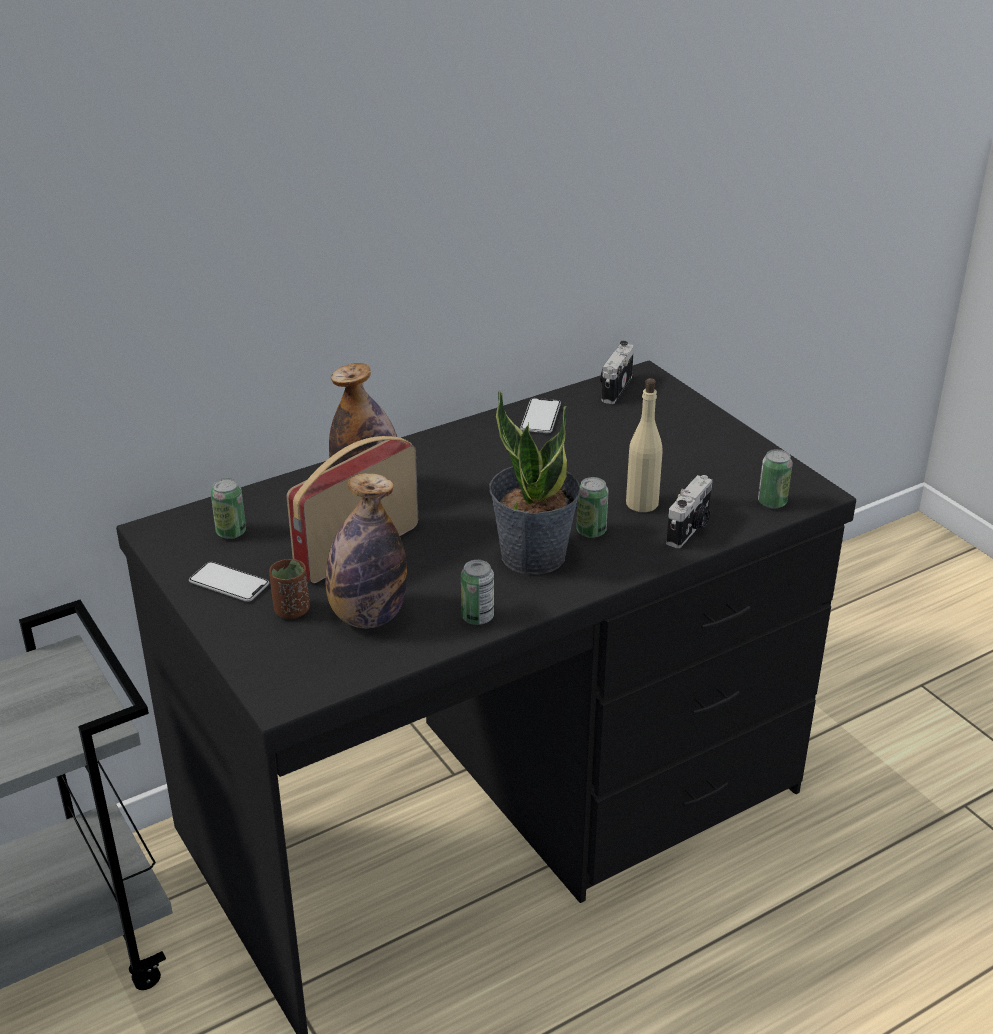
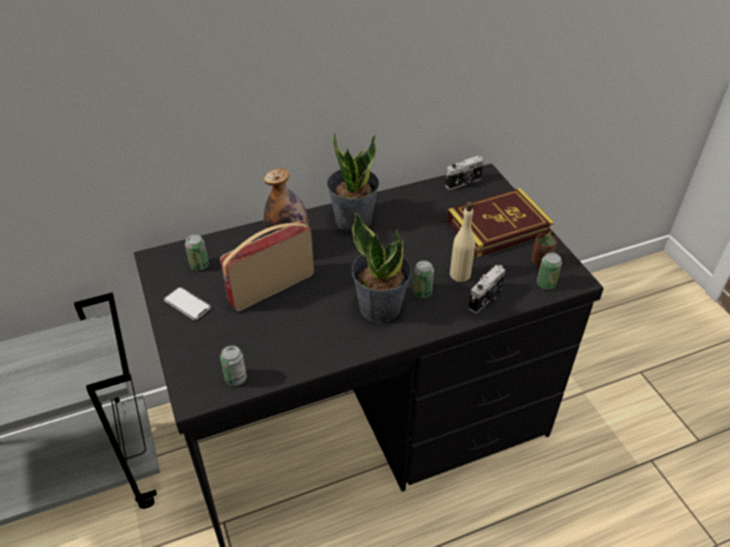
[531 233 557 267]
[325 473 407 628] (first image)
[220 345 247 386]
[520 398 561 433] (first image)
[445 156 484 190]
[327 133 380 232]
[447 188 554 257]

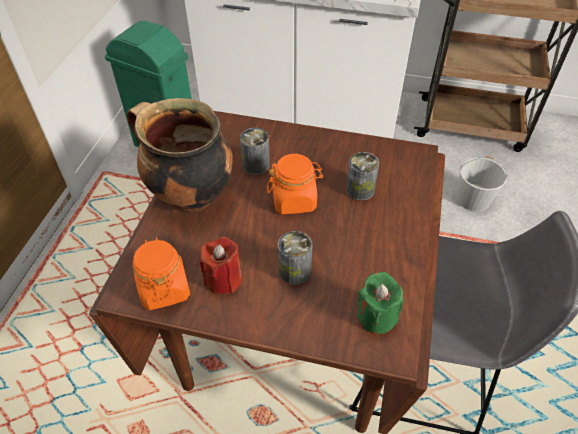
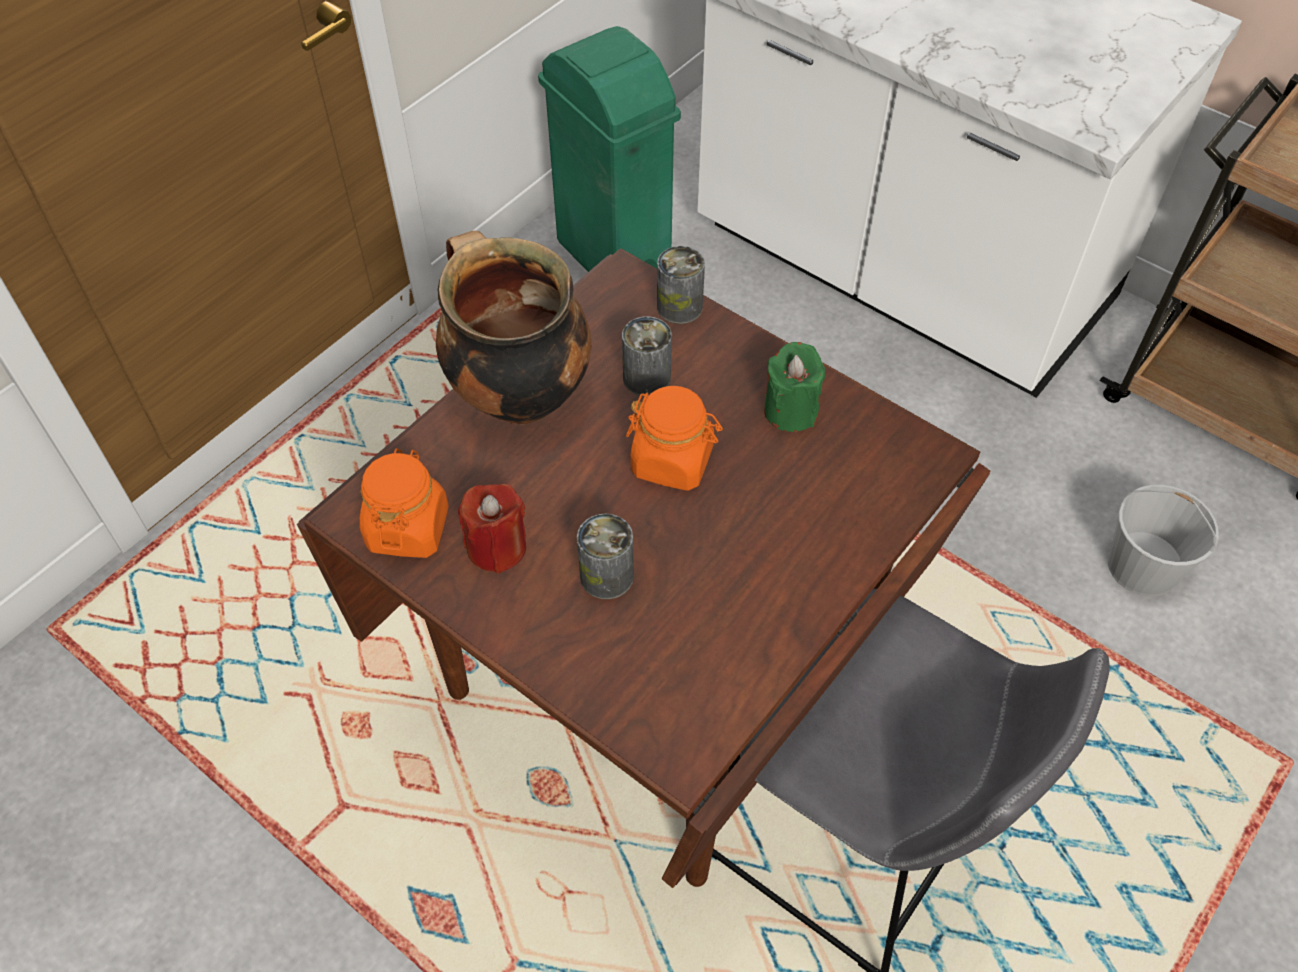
[657 246 705 324]
[764 342 825 432]

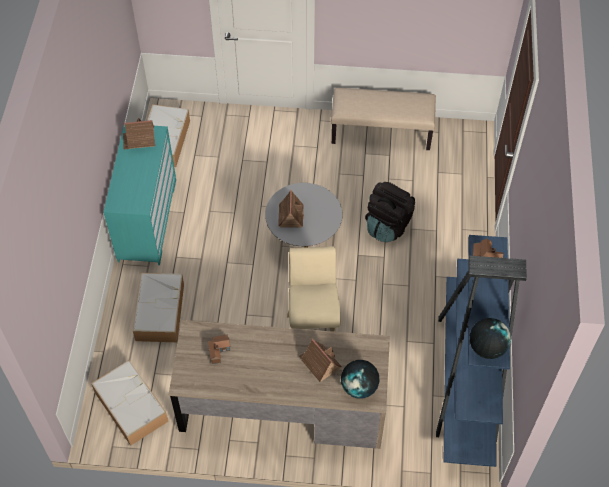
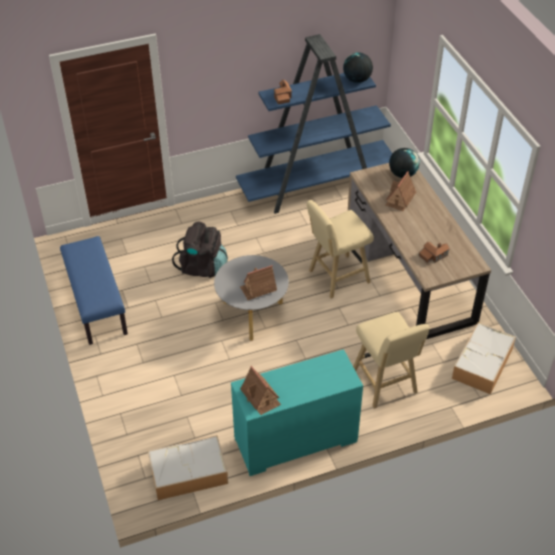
[353 312 429 409]
[60 236 128 345]

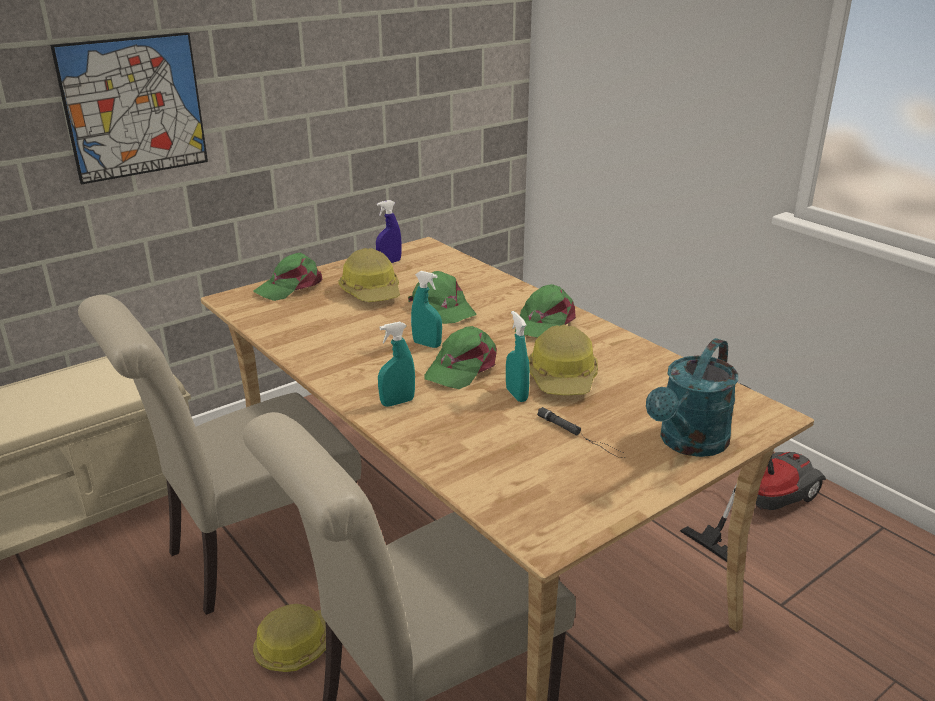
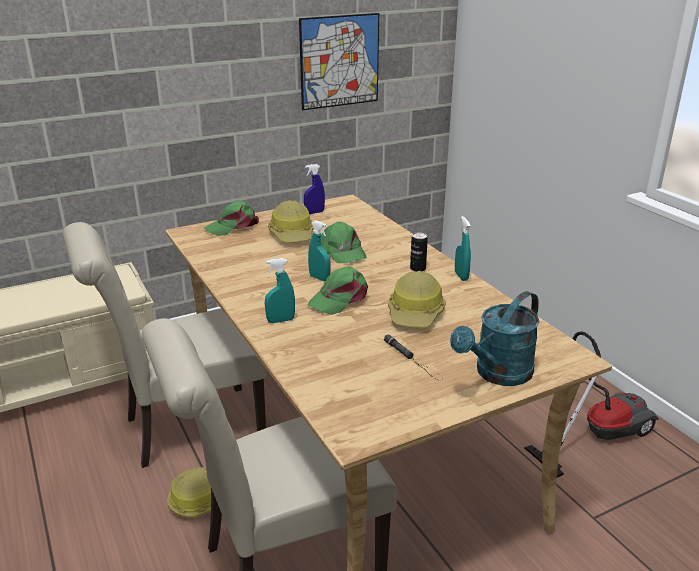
[299 13 379 110]
[455 216 471 281]
[410 232 428 272]

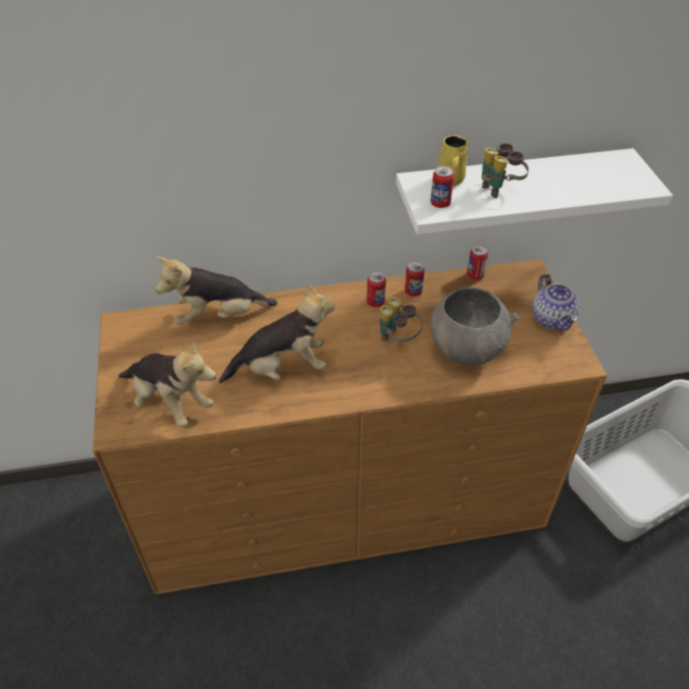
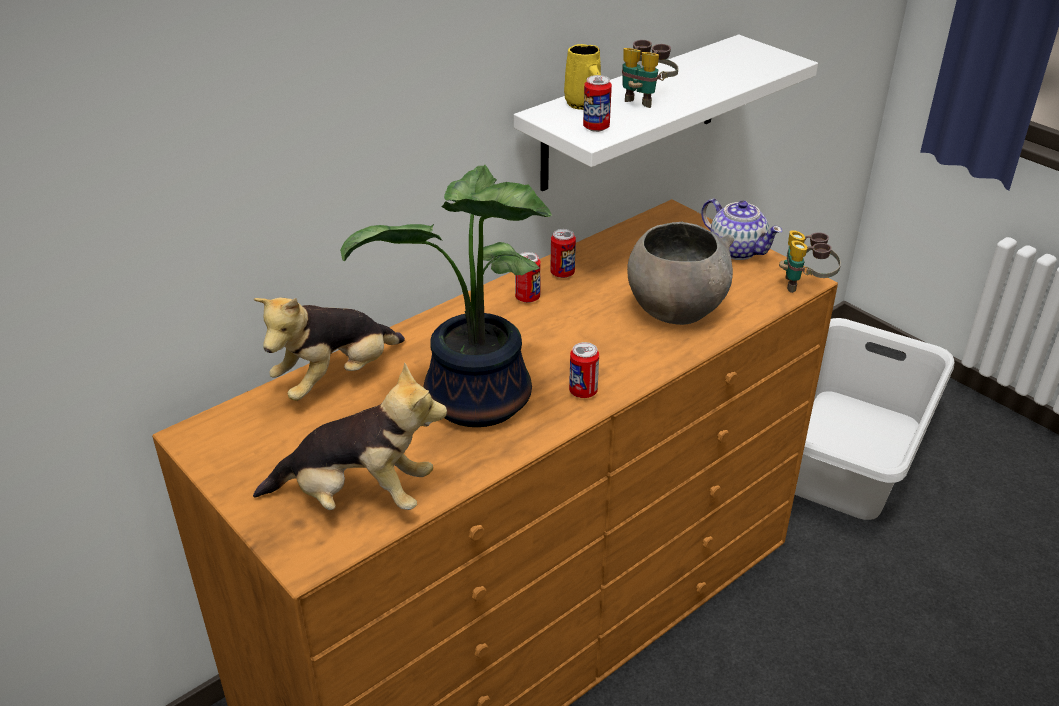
[340 165 552 427]
[779 230 841 293]
[569 342 599 398]

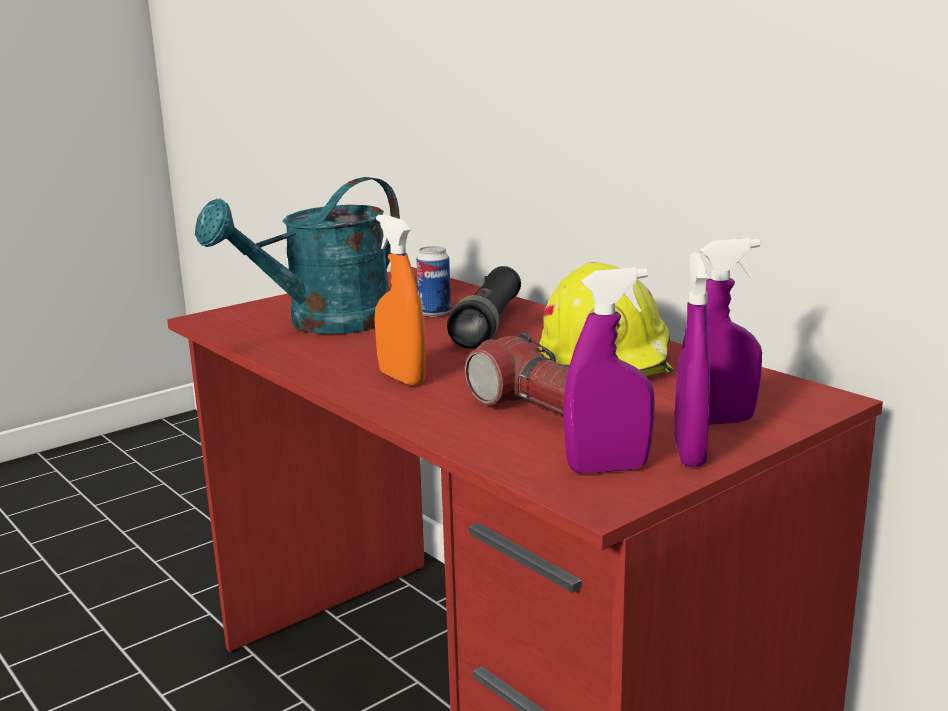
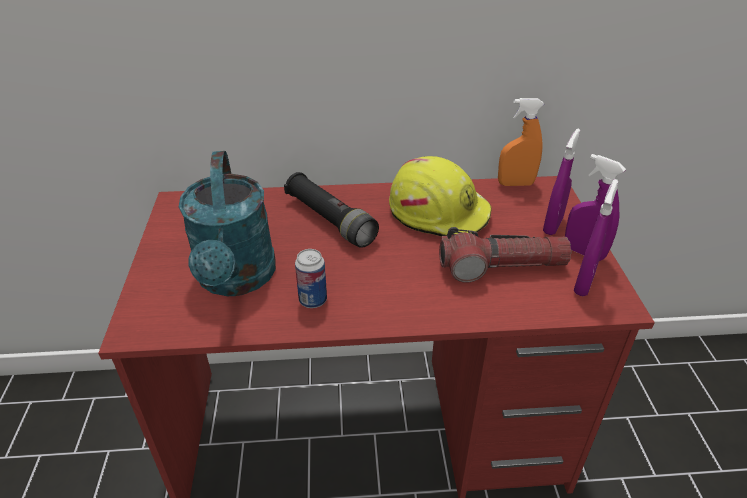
[498 98 544 186]
[295 249 327 308]

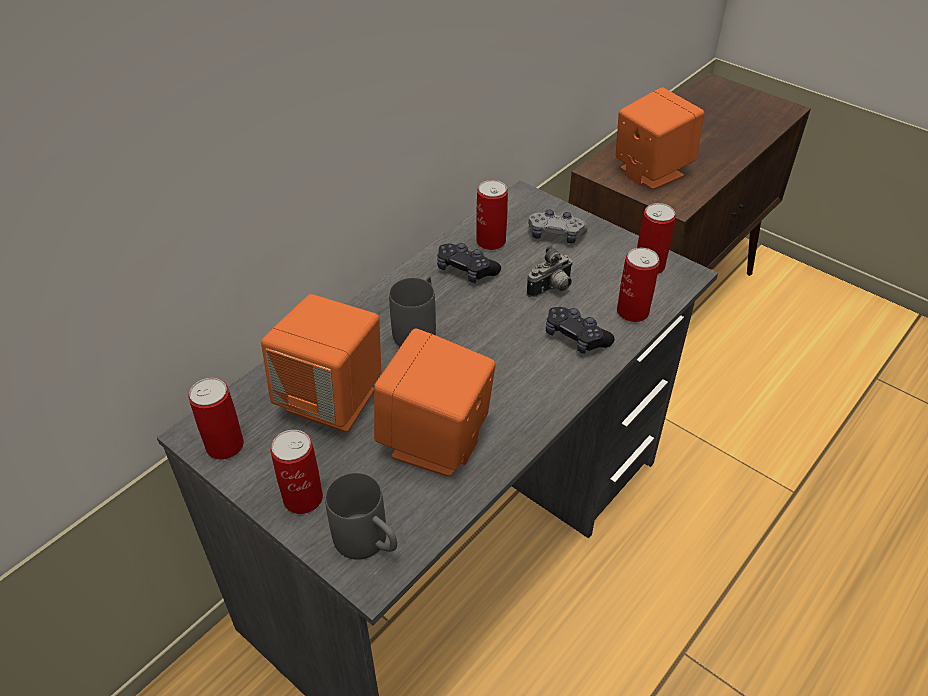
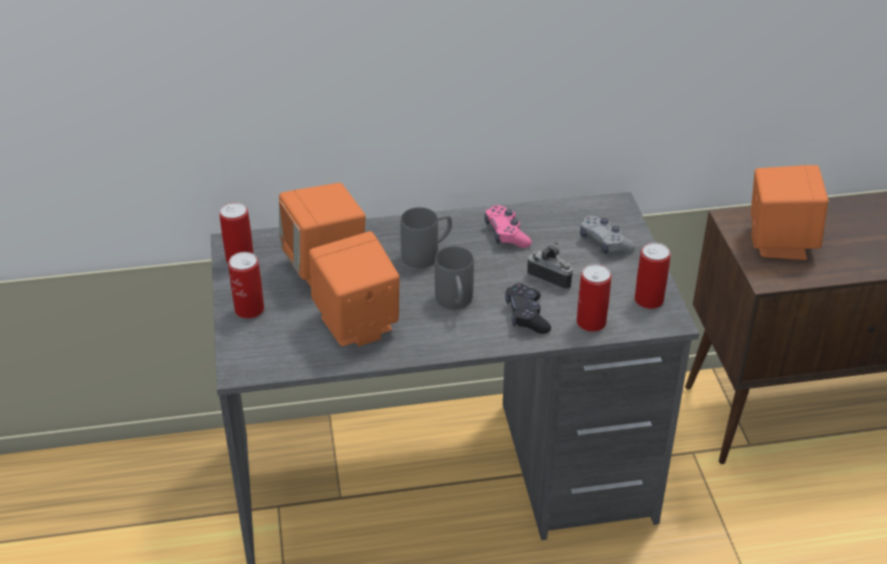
[435 246 474 309]
[484 205 532 248]
[476 180 508 250] (first image)
[527 242 574 290]

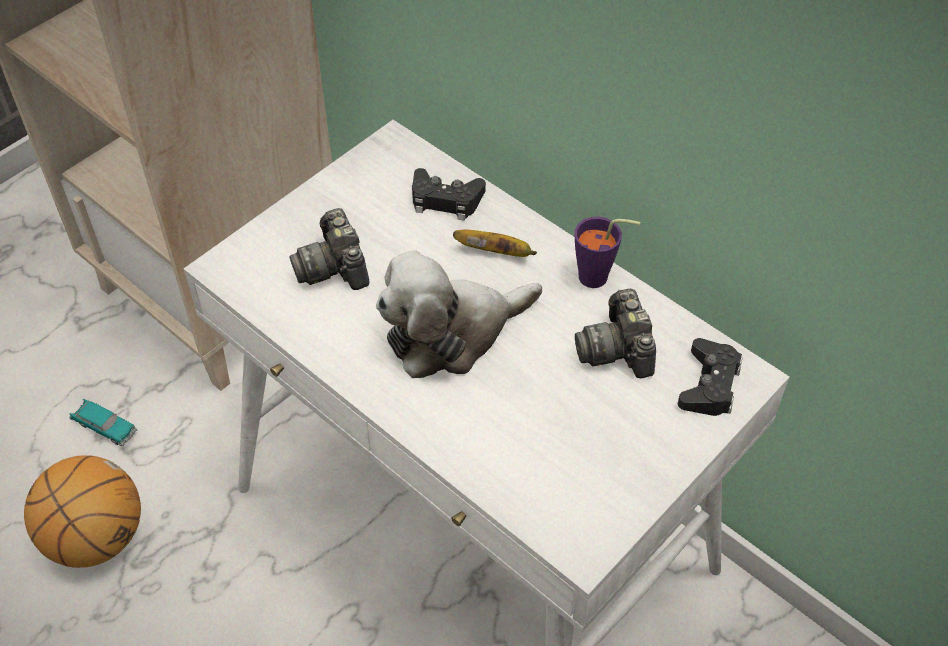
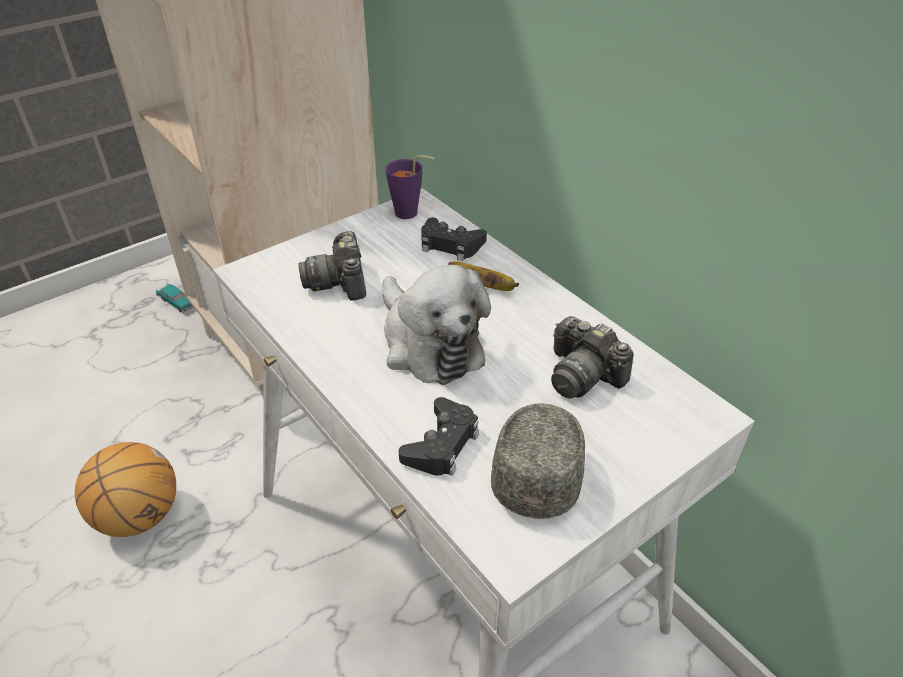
[156 284 193 313]
[382 265 491 385]
[386 155 435 219]
[551 316 634 399]
[399 397 479 476]
[491 404 585 519]

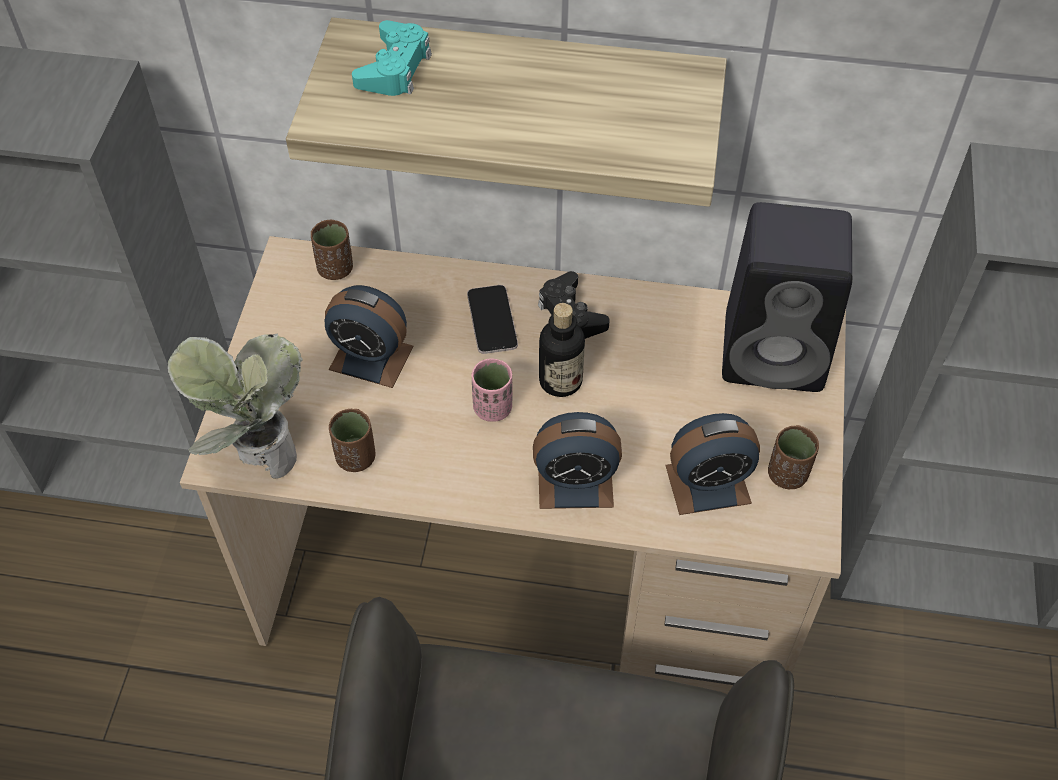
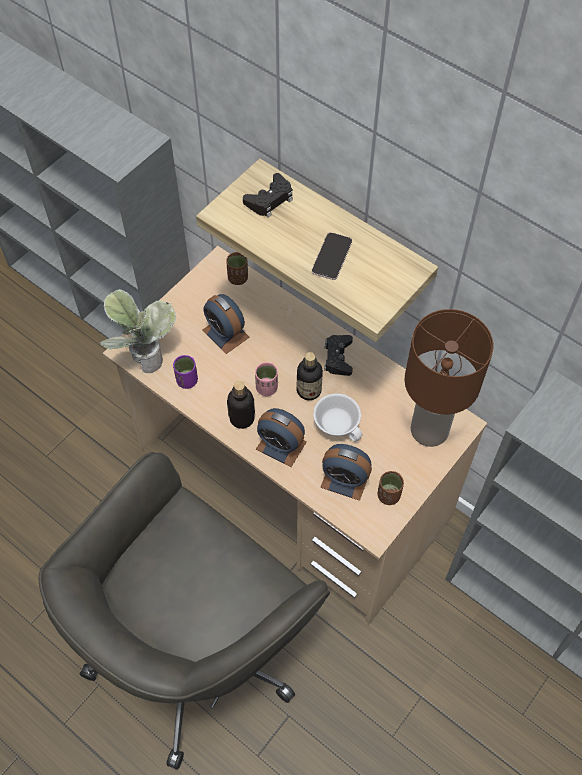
[173 355 198 389]
[243 173 293 218]
[312 232 352 280]
[405 309 493 447]
[227 381 255 429]
[313 394 363 441]

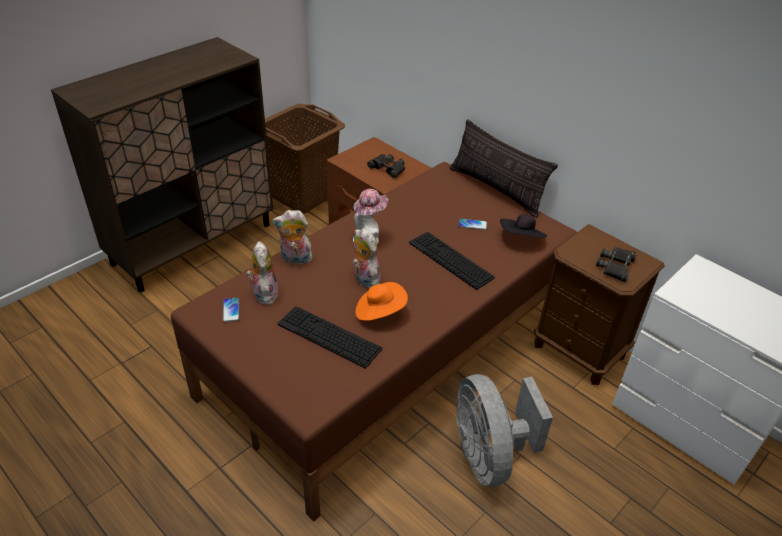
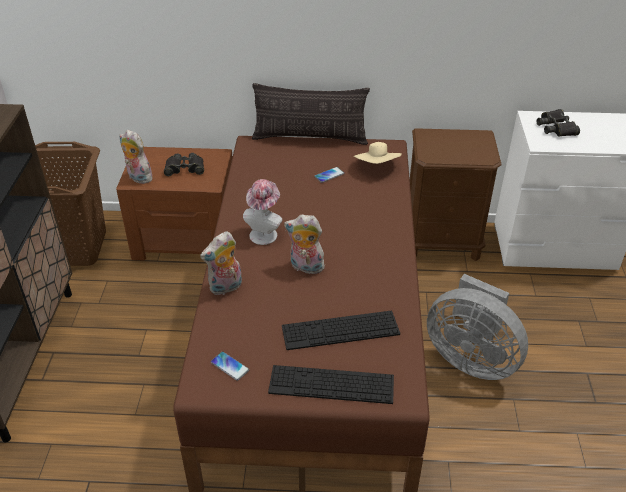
[119 130 152 184]
[355 282 408 321] (first image)
[268 365 394 404]
[354 142 402 164]
[537 109 580 137]

